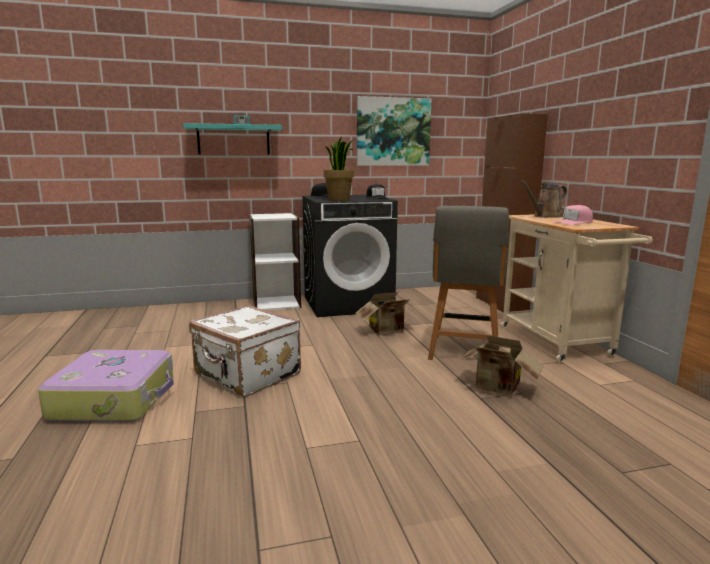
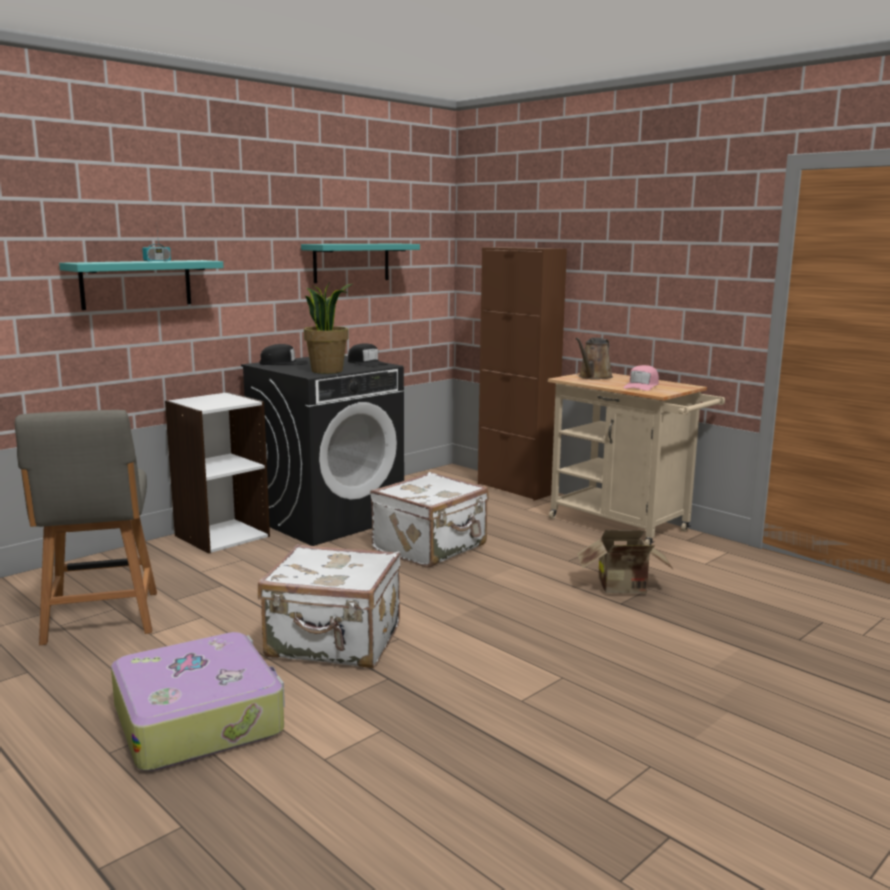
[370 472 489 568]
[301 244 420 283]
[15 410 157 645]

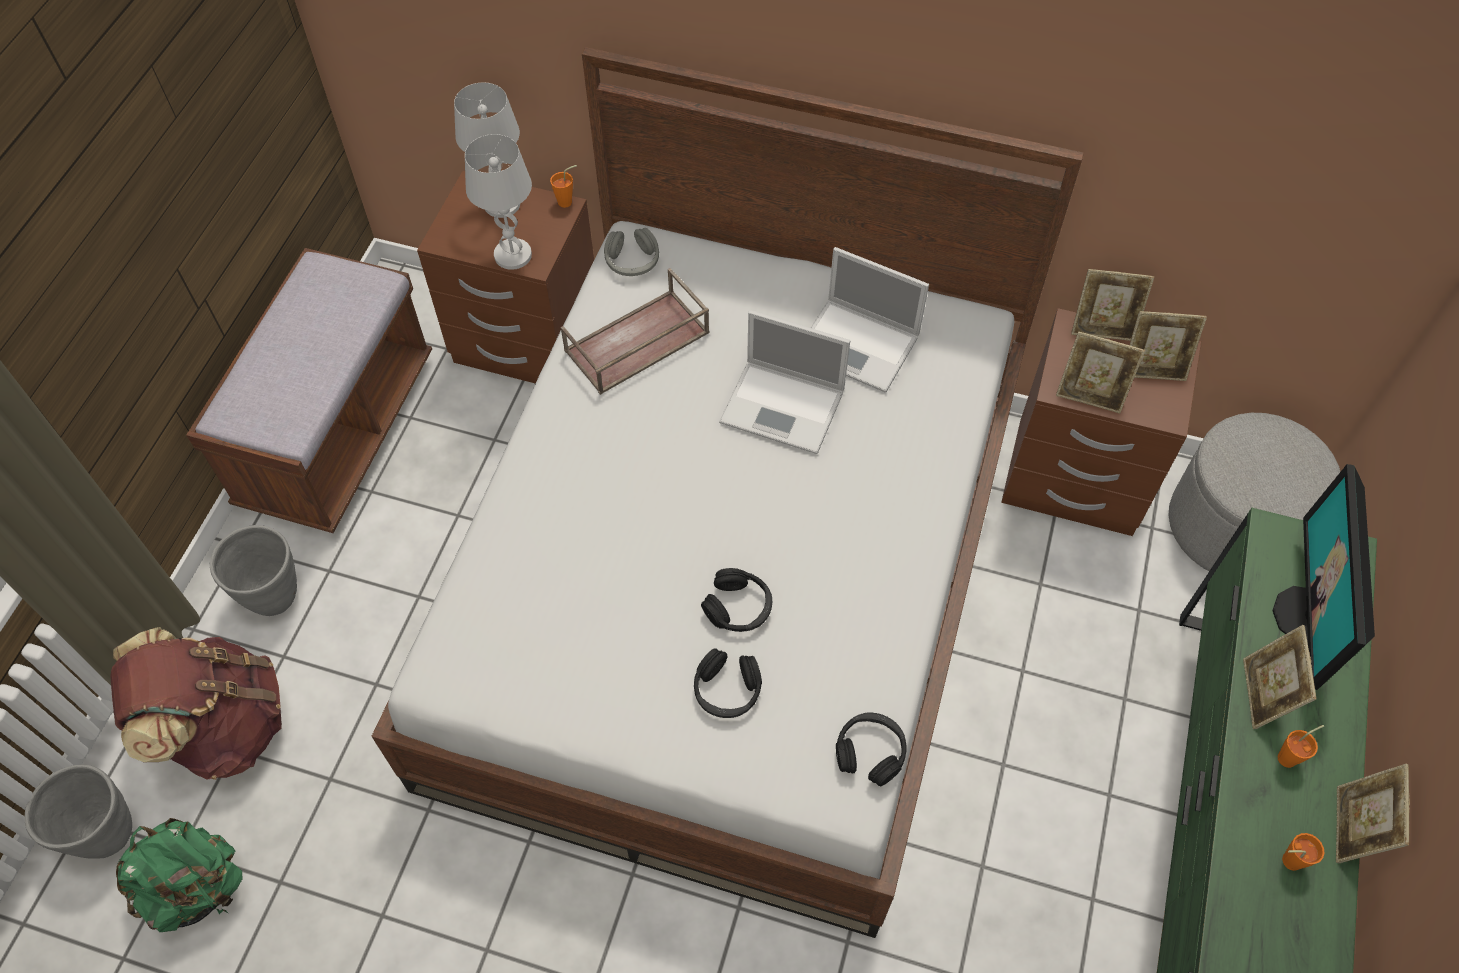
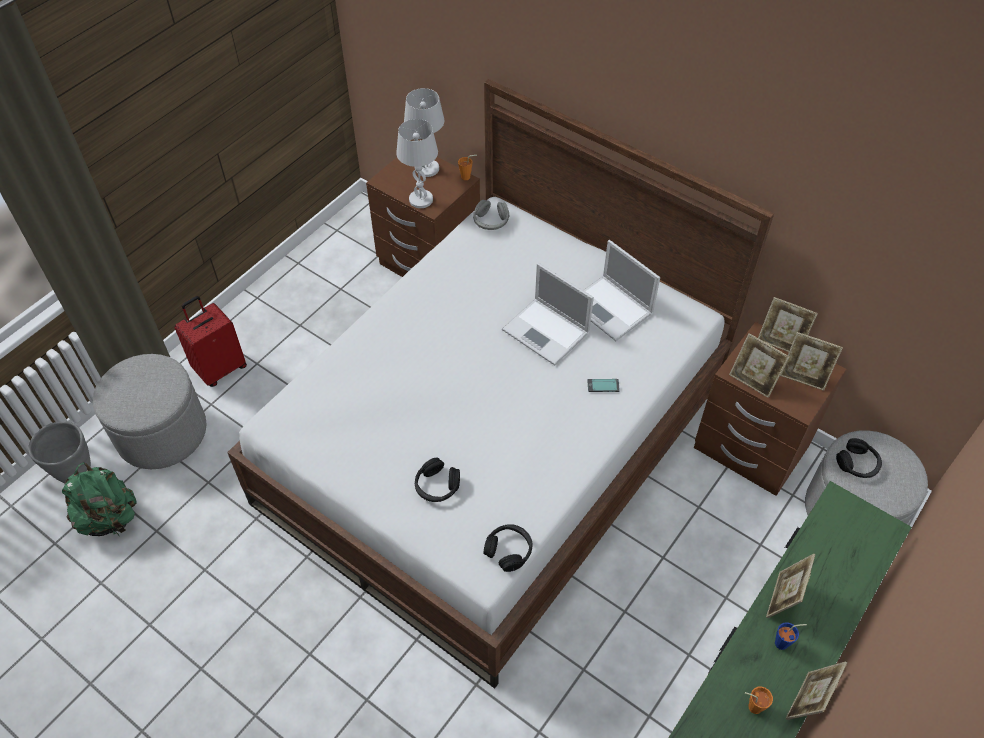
[93 354 207 469]
[186 248 432 533] (first image)
[175 296 247 387]
[561 268 710 395] (first image)
[836 438 882 478]
[1272 464 1375 690] (first image)
[775 622 807 650]
[587 379 620 392]

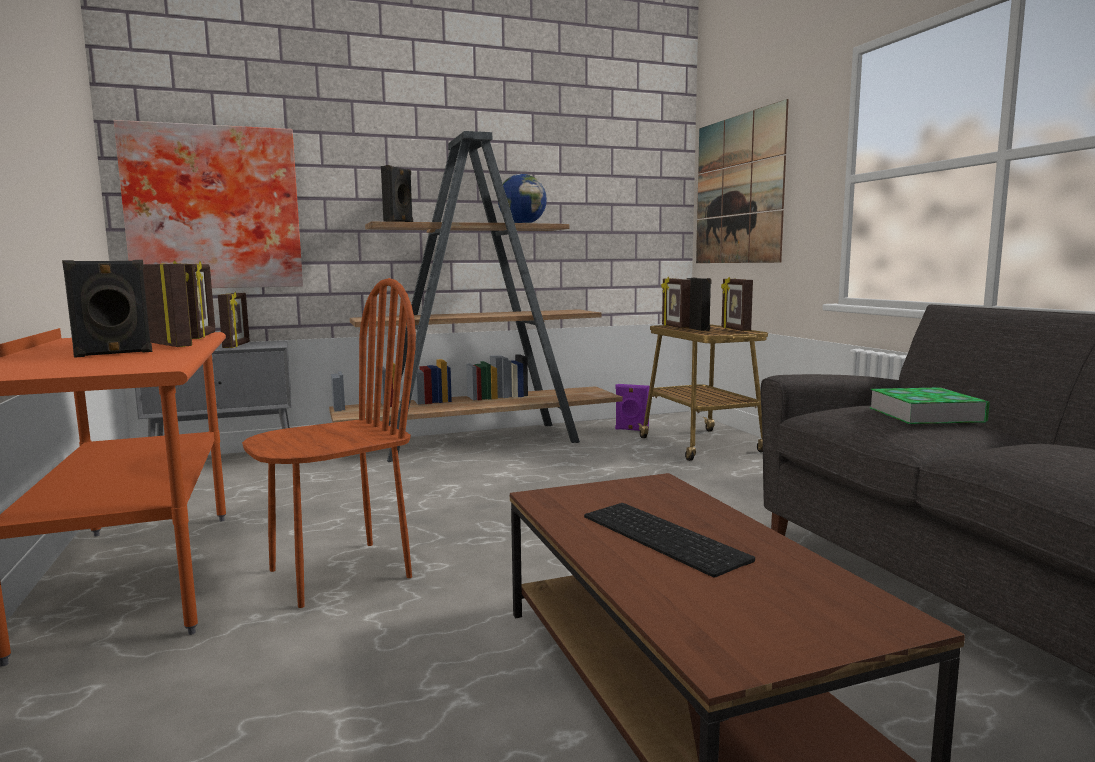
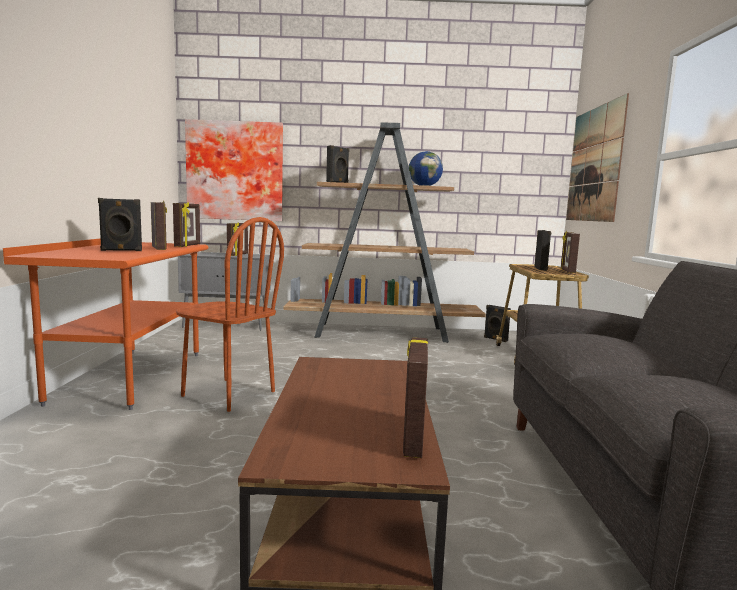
[176 217 284 412]
[584 503 755 577] (first image)
[484 305 511 342]
[403 337 428 458]
[869 387 990 424] (first image)

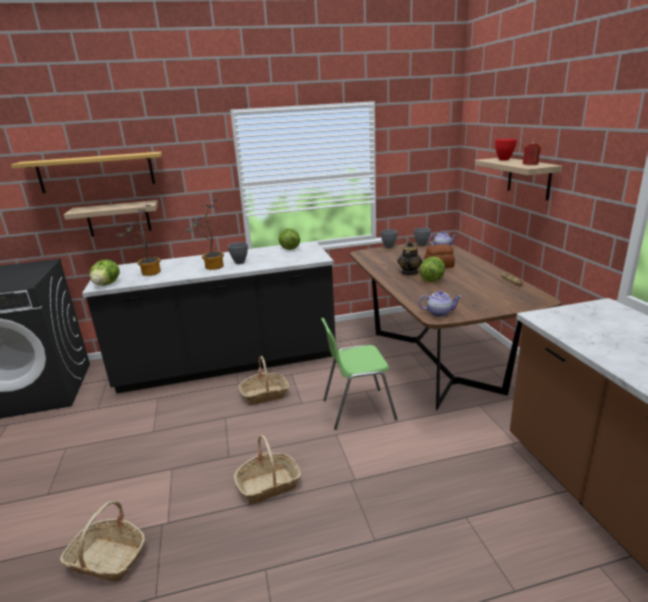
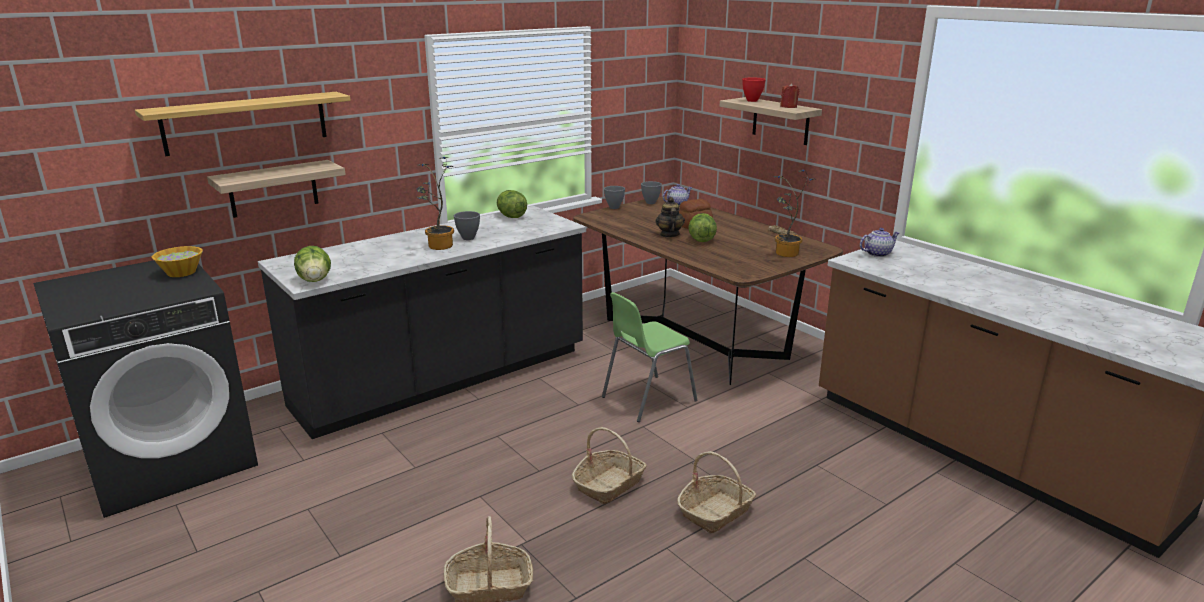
[773 170 816 257]
[677 451 756 534]
[860 228 899 257]
[151 246 203 277]

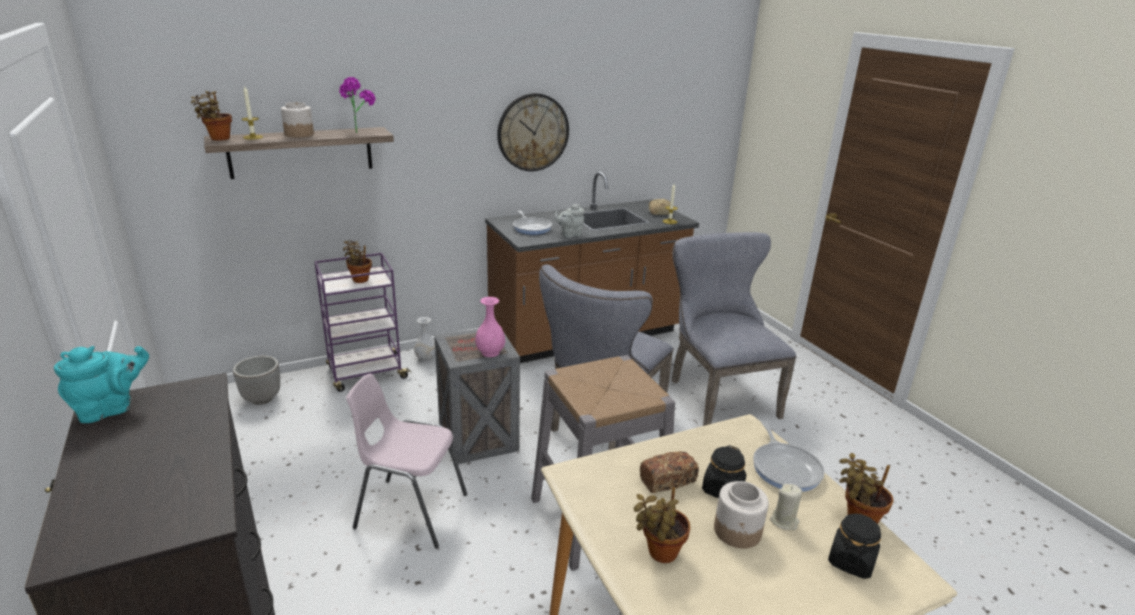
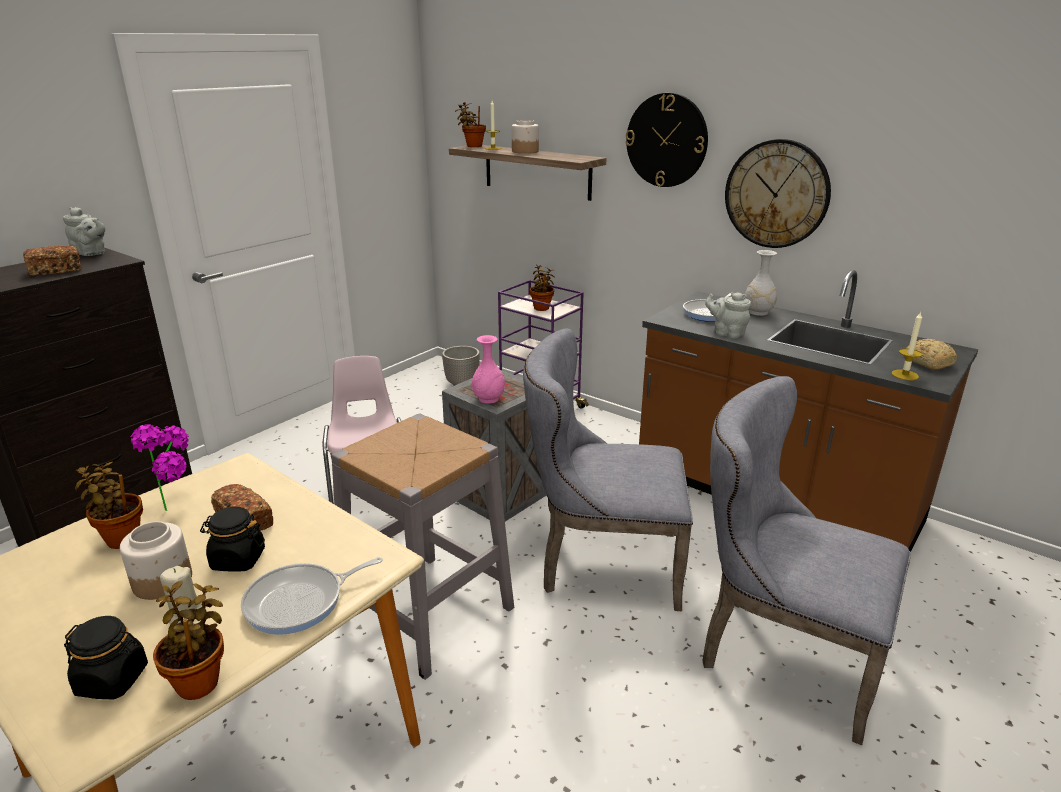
[63 207 105 256]
[131 424 189 511]
[744 250 777 316]
[702 376 911 745]
[23 246 81 276]
[625 93 708 187]

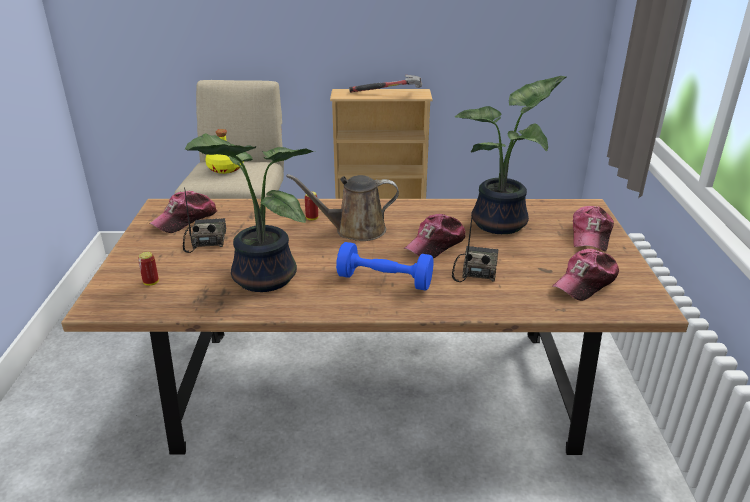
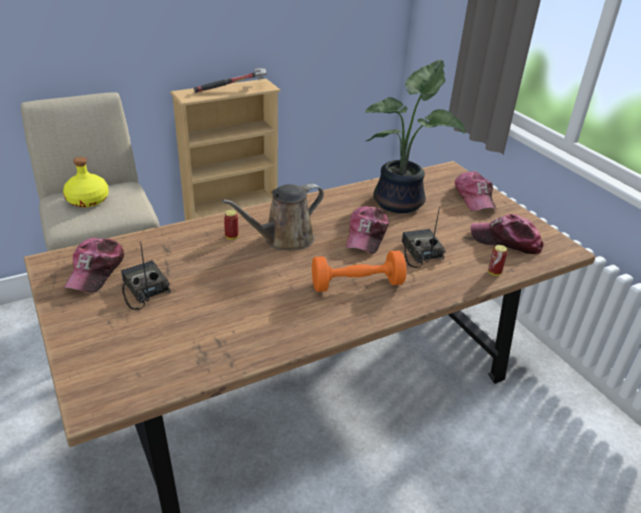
[488 245 507 276]
[185 133 315 292] (first image)
[312 251 406 292]
[471 214 544 254]

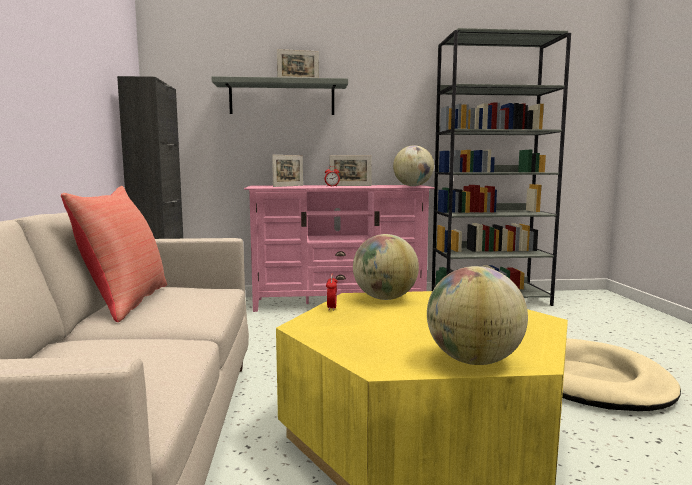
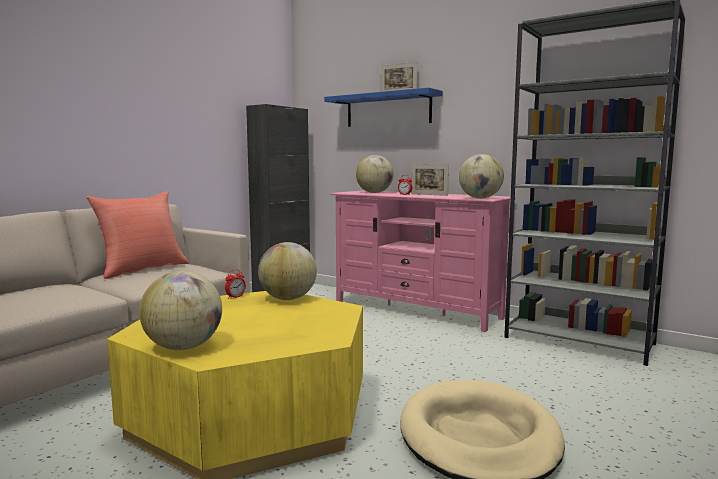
[324 87 443 127]
[356 155 394 193]

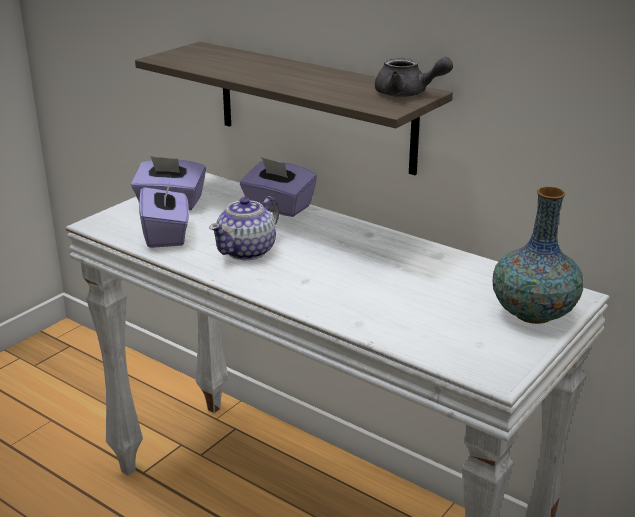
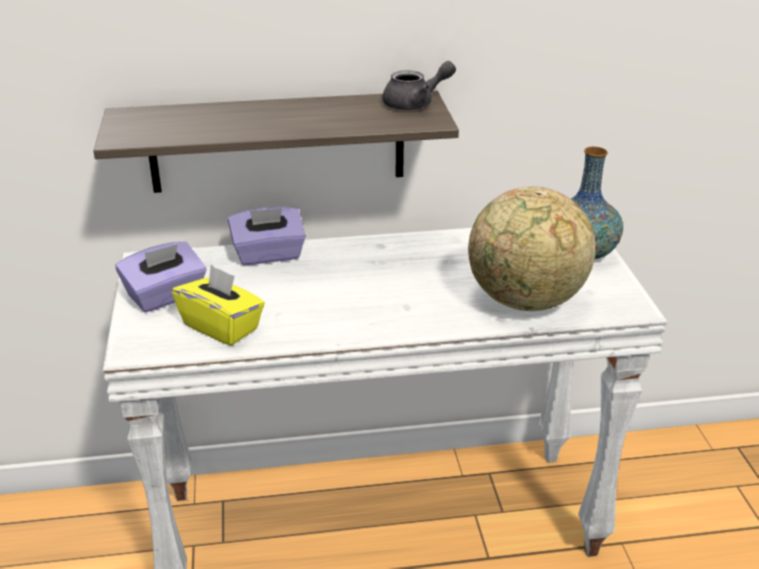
[172 265 265 346]
[209 196 279 260] (first image)
[468 186 596 311]

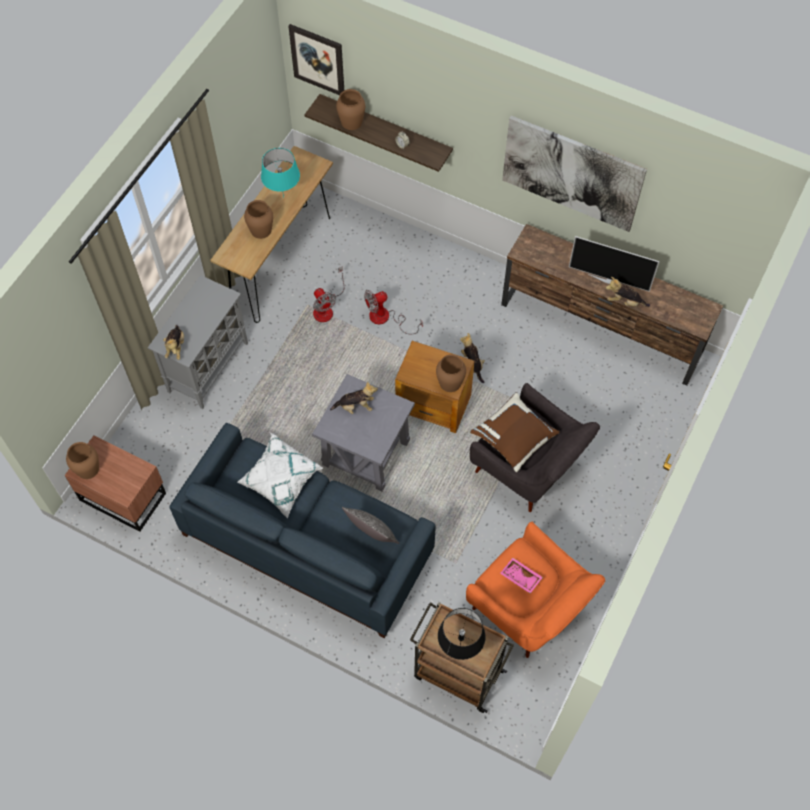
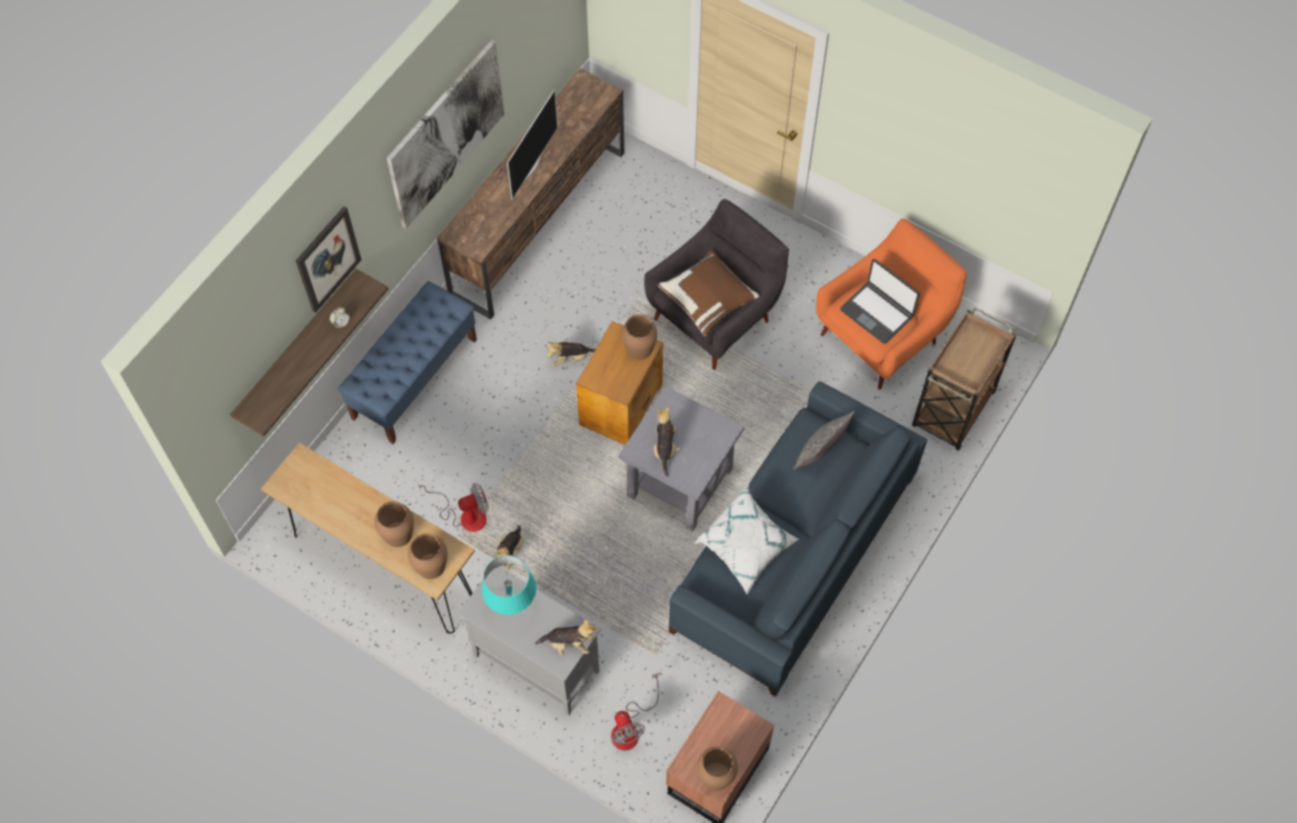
[482 555 536 615]
[296 207 361 313]
[408 533 447 579]
[611 673 659 750]
[438 608 485 660] (first image)
[840 259 920 344]
[495 525 523 571]
[338 281 477 444]

